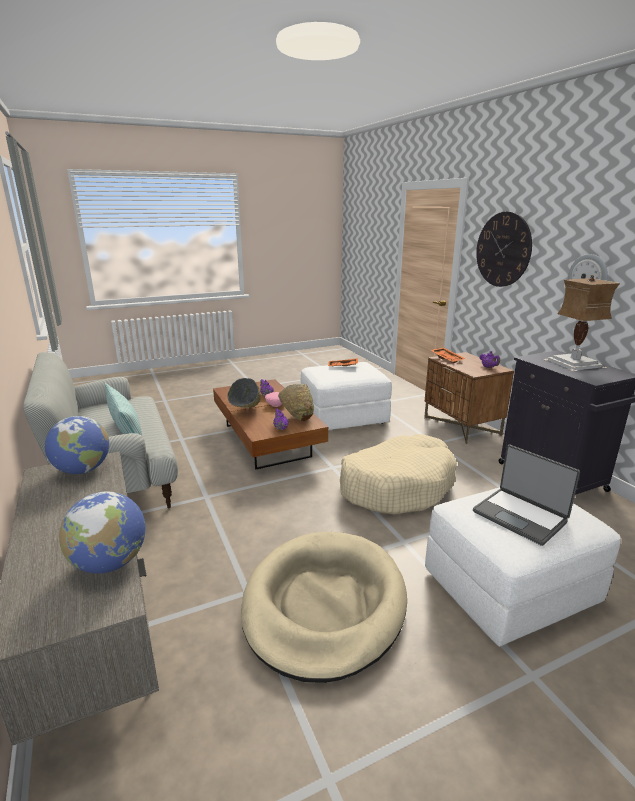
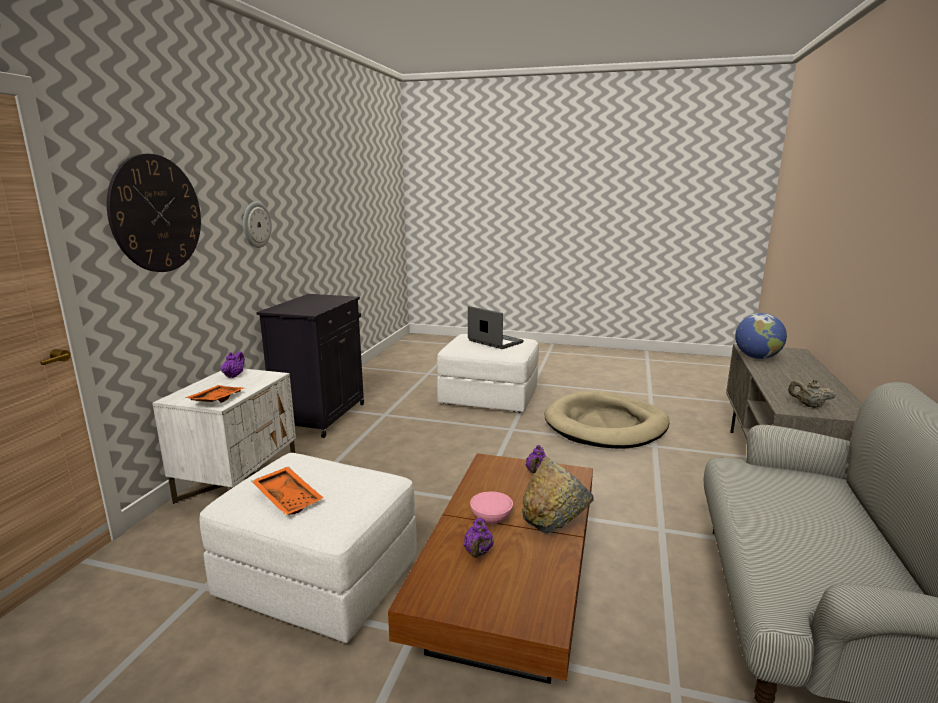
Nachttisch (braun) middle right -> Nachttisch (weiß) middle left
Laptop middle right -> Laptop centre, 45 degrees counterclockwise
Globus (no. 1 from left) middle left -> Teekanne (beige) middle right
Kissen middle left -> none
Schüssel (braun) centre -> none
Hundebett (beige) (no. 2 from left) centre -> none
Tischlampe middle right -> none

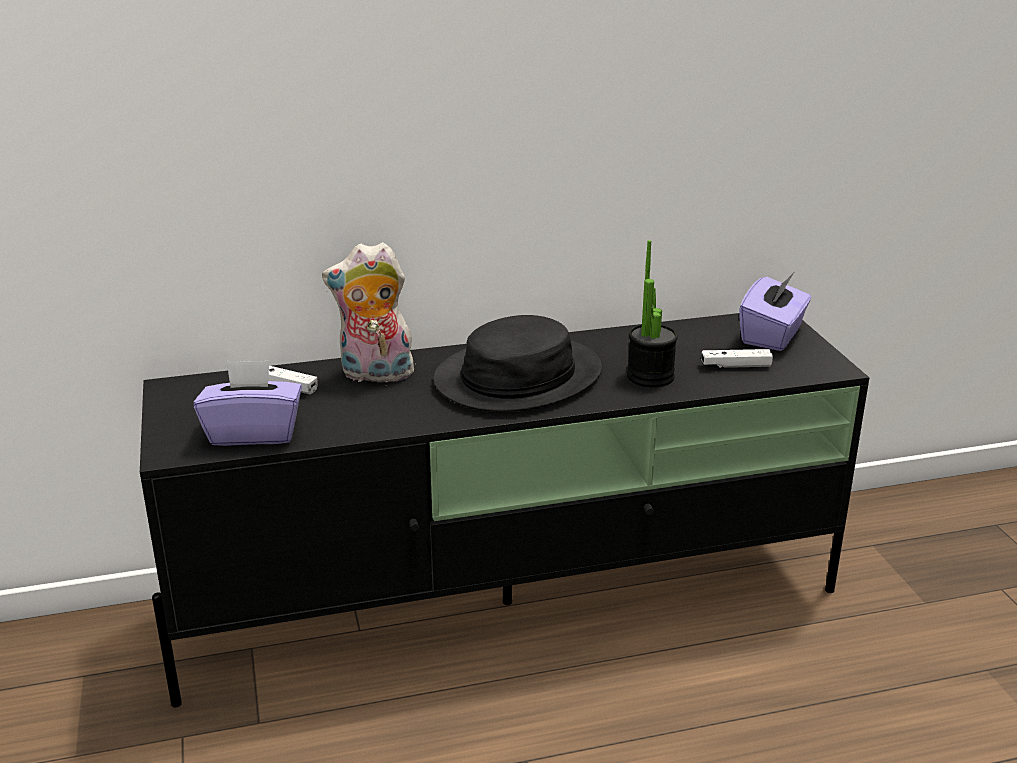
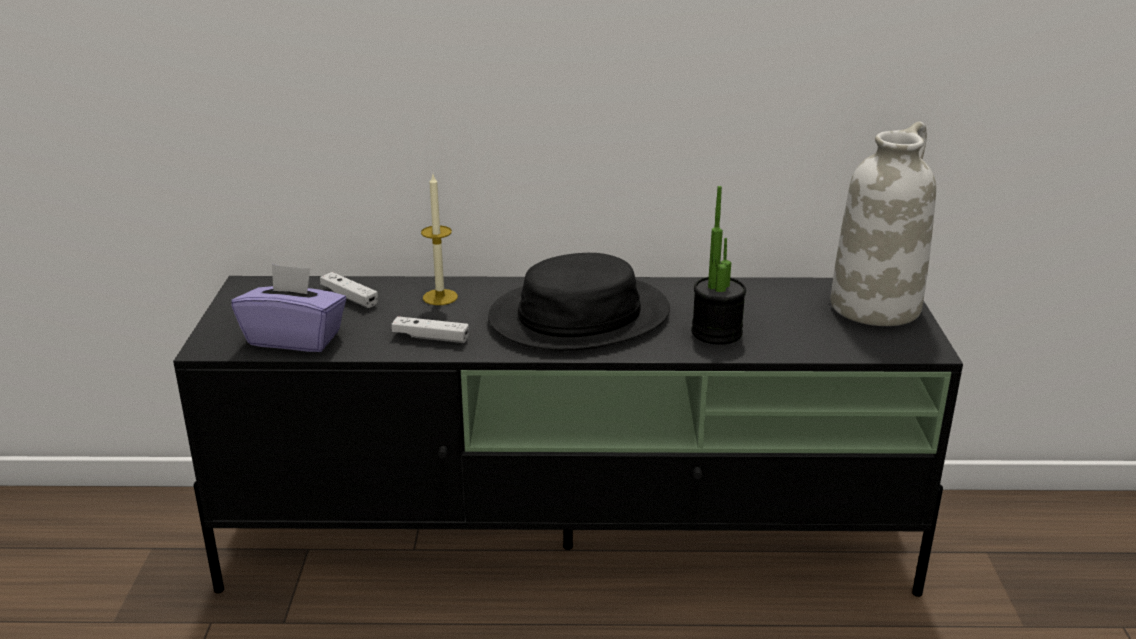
Gamepad (weiß) (no. 2 from left) middle right -> Gamepad (weiß) (no. 2 from left) centre, relocated
Plüschtier centre -> Kerze centre
Taschentuchbox (lila) (no. 2 from left) middle right -> Vase (weiß) middle right

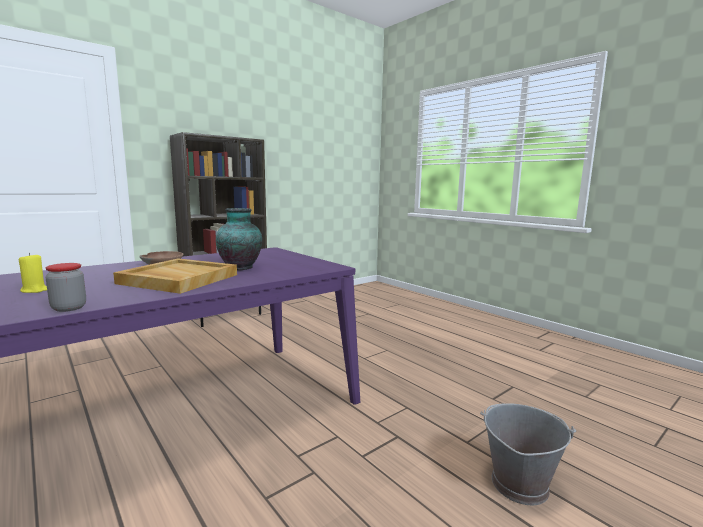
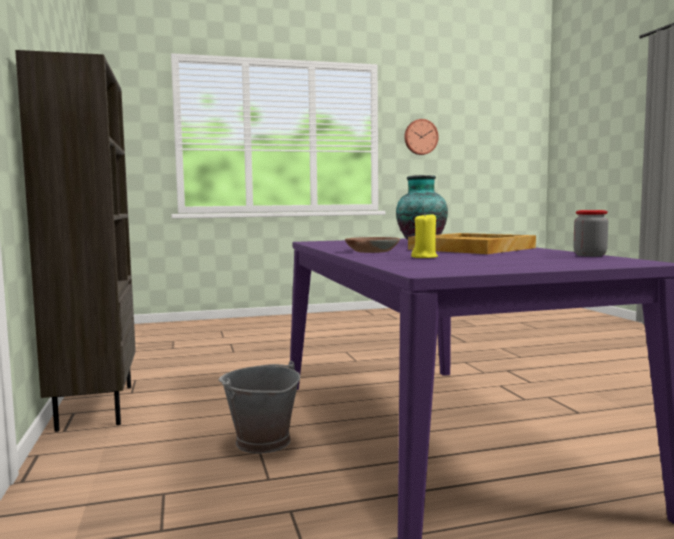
Eimer (grau) bottom right -> Eimer (grau) bottom centre, relocated
none -> Wanduhr top centre
Kerze (gelb) middle left -> Kerze (gelb) centre, relocated

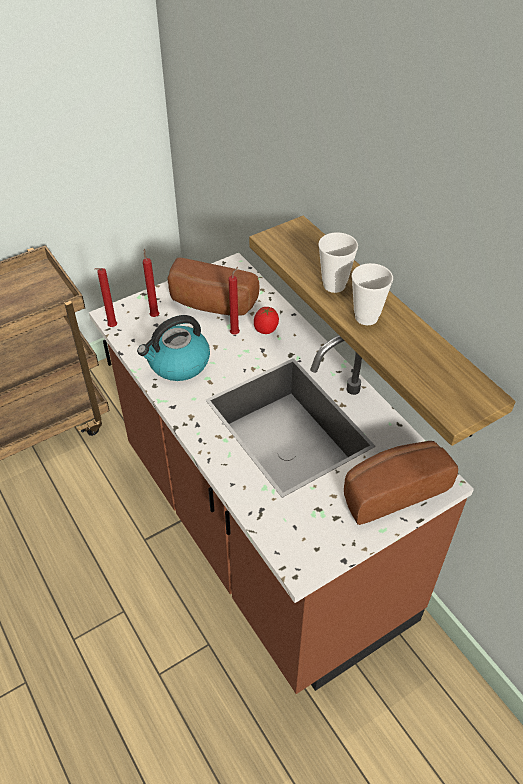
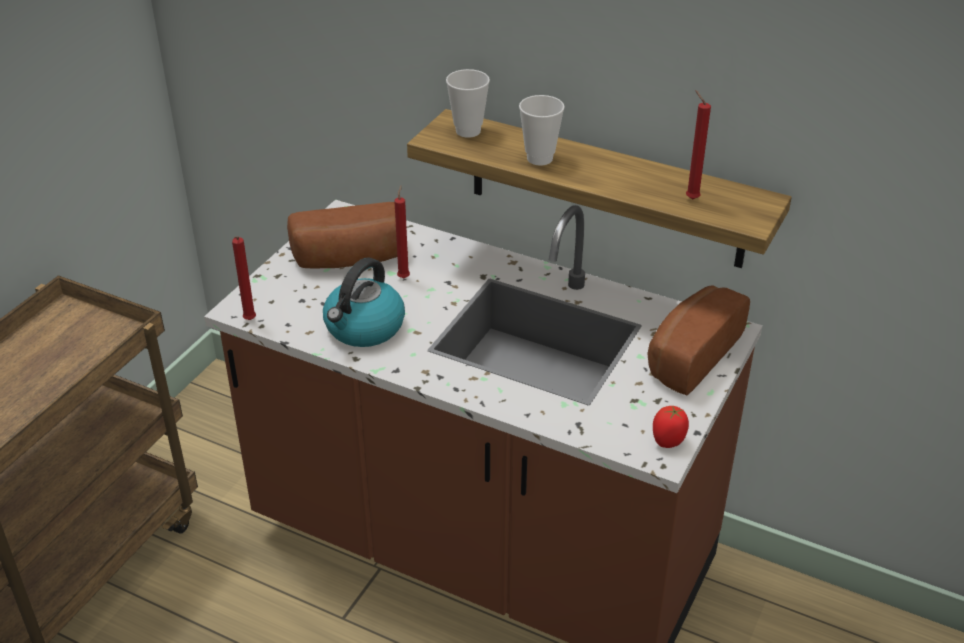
Tasse (no. 2 from left in the first image) middle right -> Tasse (no. 1 from left) top centre, relocated
Tomate centre -> Tomate middle right, relocated
Kerze (rot) (no. 2 from left in the first image) middle left -> Kerze (rot) (no. 3 from left) top right, relocated

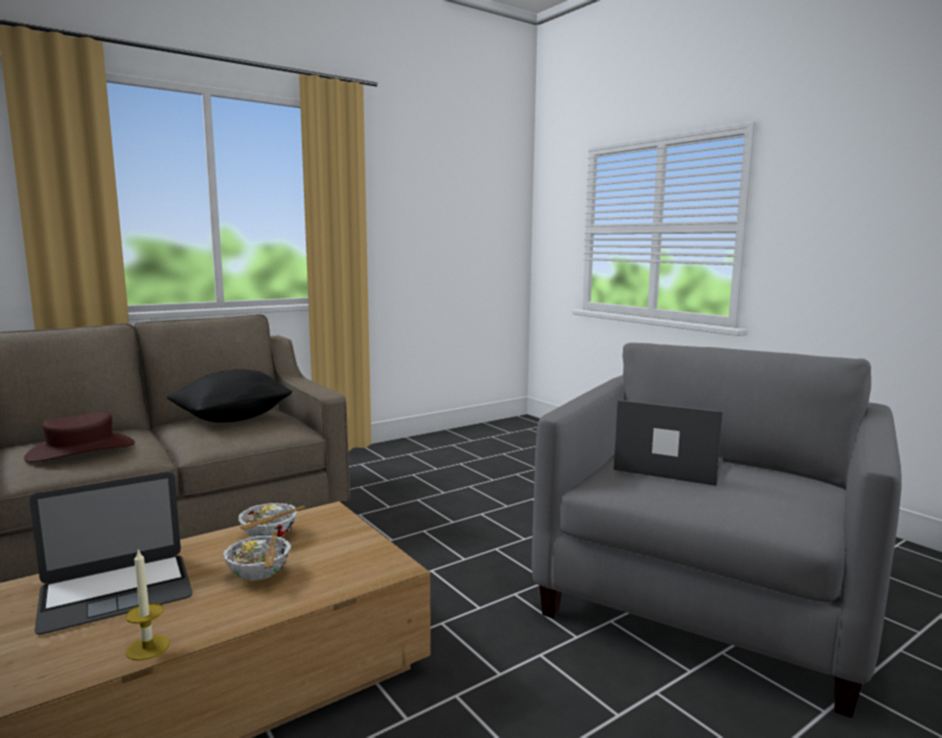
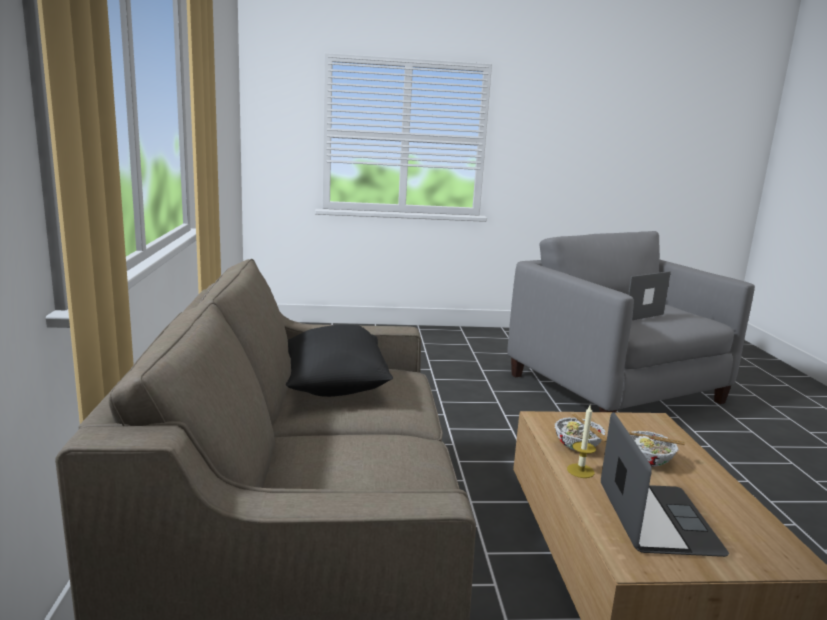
Kerze bottom left -> Kerze bottom right, relocated
Hut (braun) middle left -> none

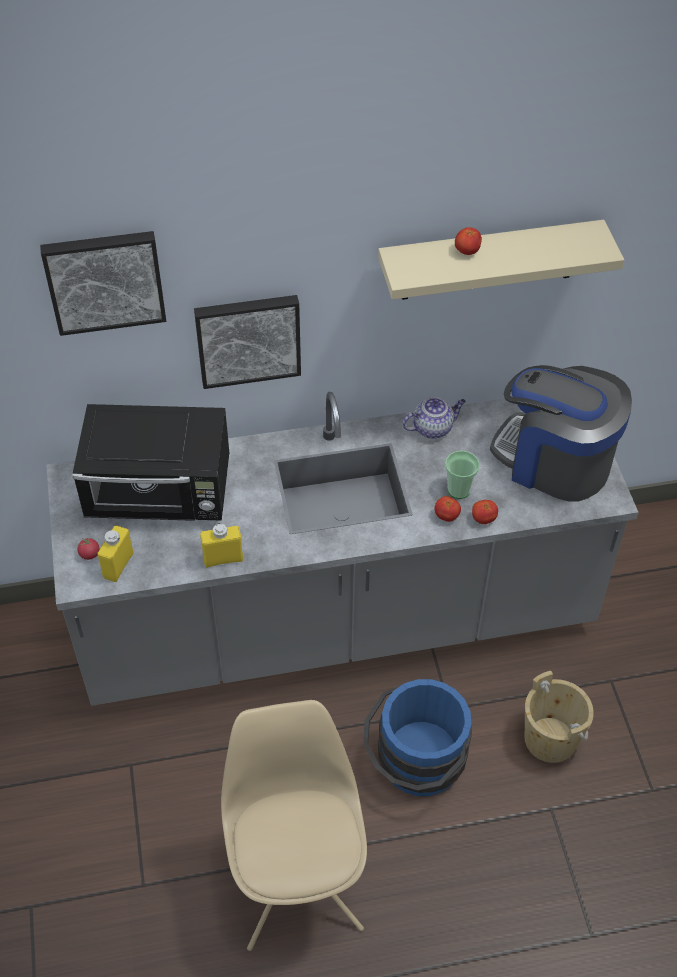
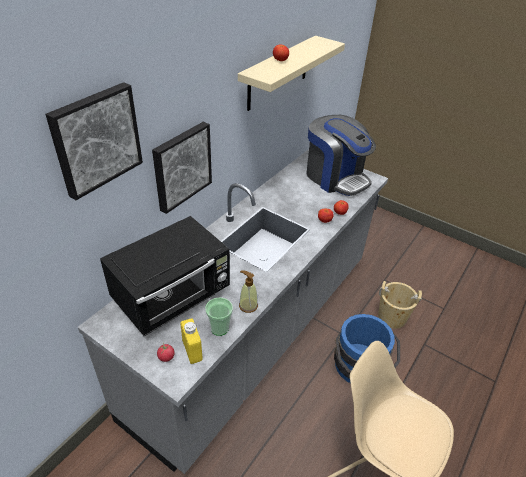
Tasse middle right -> Tasse centre, relocated
Flasche (gelb) (no. 2 from left) middle left -> Seifenspender centre
Kaffeemaschine middle right -> Kaffeemaschine top centre, 120 degrees counterclockwise
Teekanne centre -> none

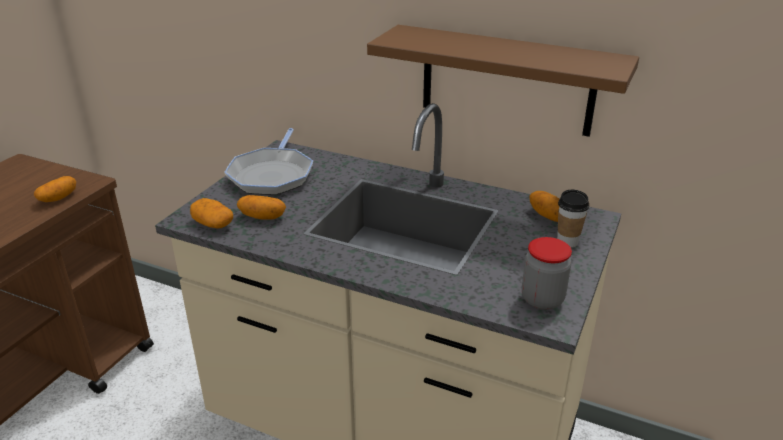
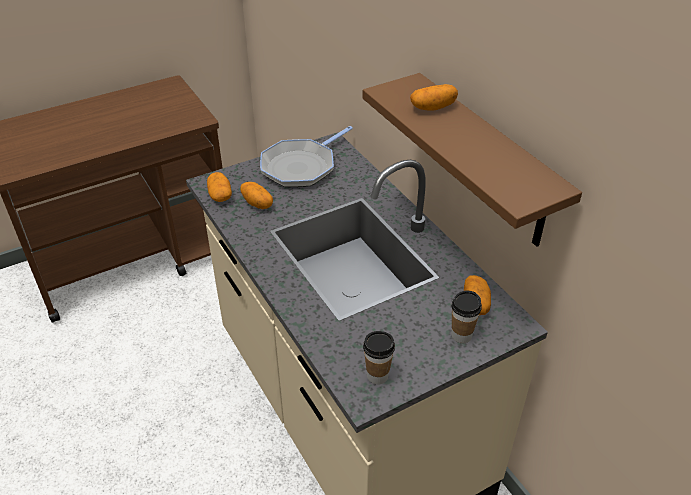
Vorratsglas middle right -> Tasse (no. 1 from left) bottom centre
Kartoffel (no. 1 from left in the first image) middle left -> Kartoffel (no. 3 from left) top centre, relocated

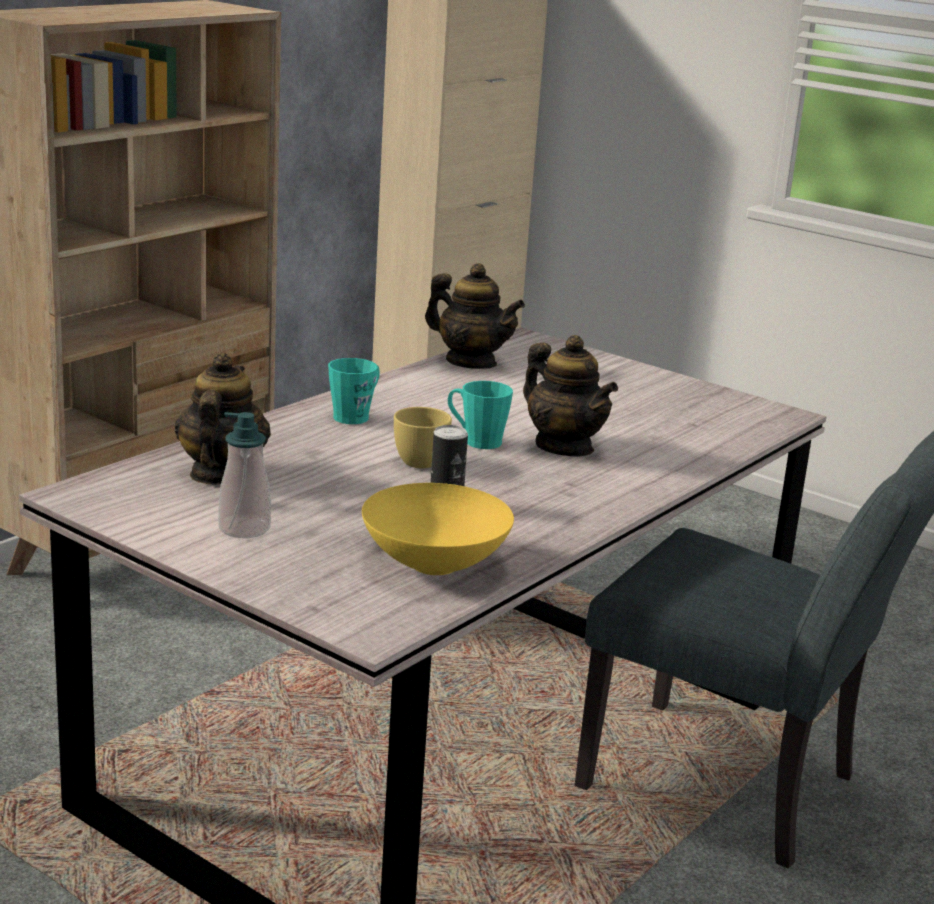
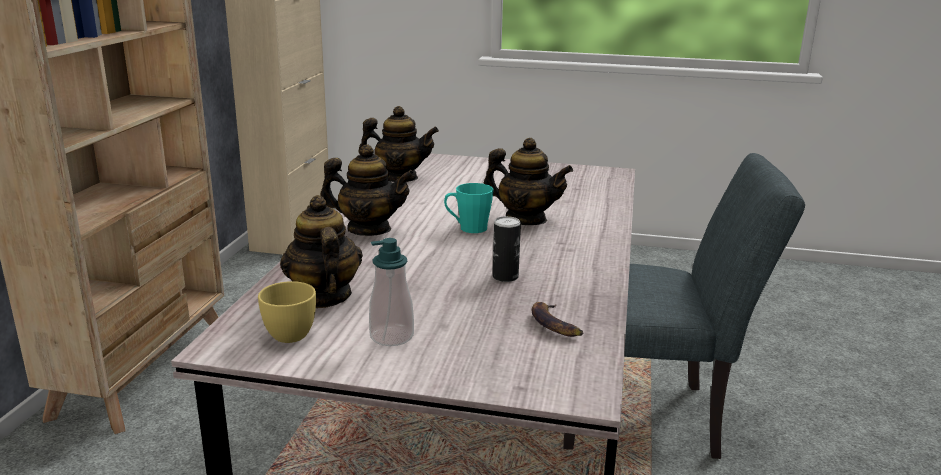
Tasse (gelb) centre -> Tasse (gelb) middle left, relocated
Henkelbecher (türkis) (no. 1 from left) centre -> Teekanne (no. 2 from left) centre
Schüssel (gelb) centre -> Banane bottom centre

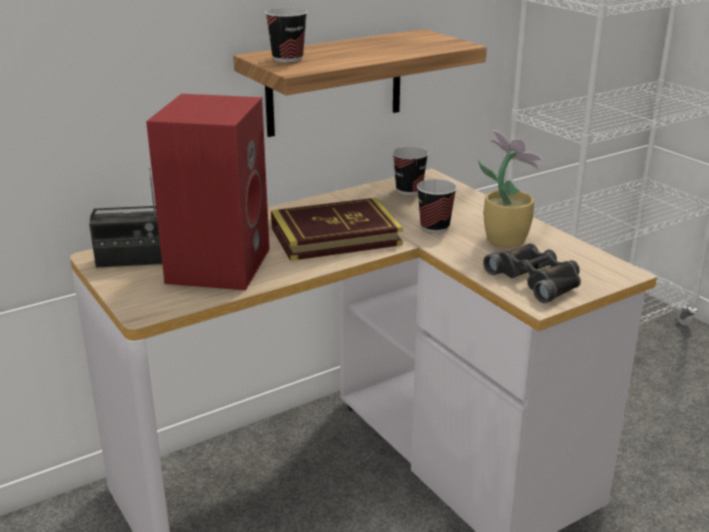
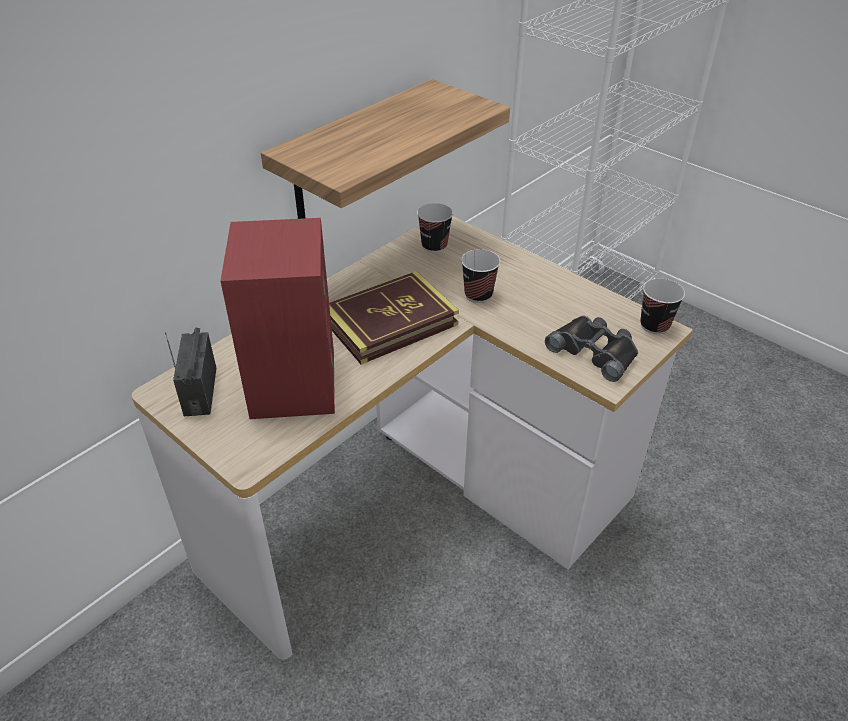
Radio middle left, 105 degrees clockwise
Tasse (no. 1 from left in the first image) top centre -> Tasse (no. 3 from left) middle right, relocated
Topfpflanze middle right -> none

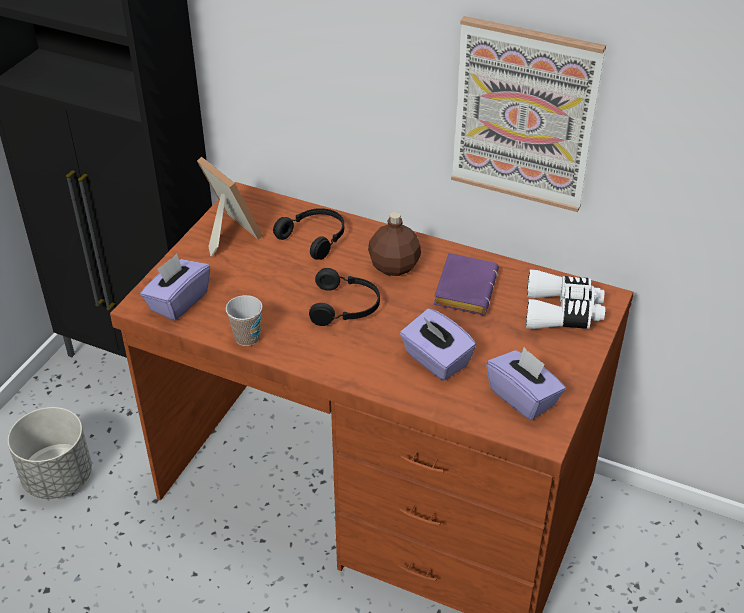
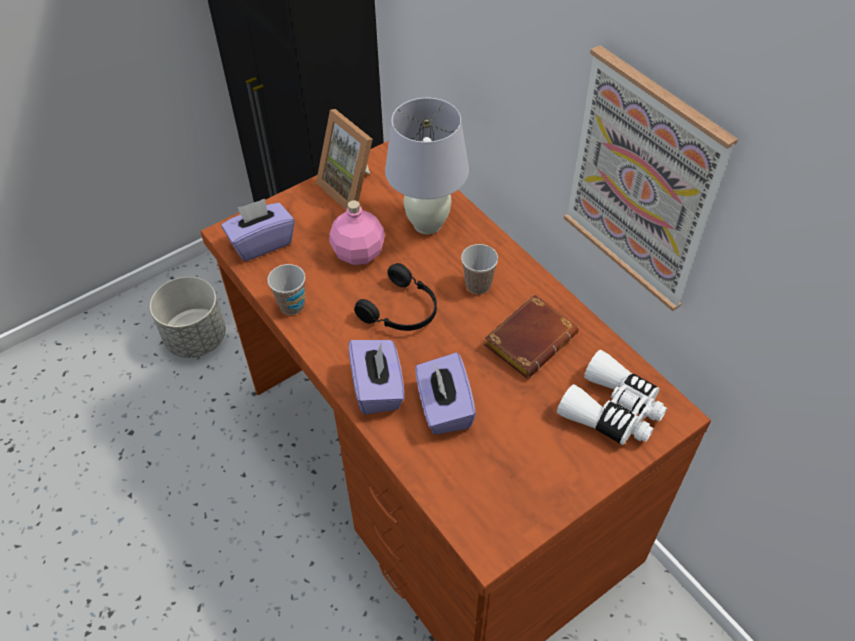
Bilderrahmen middle left -> Bilderrahmen top centre, 150 degrees clockwise
none -> Flasche (rosa) centre
Taschentuchbox (lila) (no. 3 from left in the first image) middle right -> Taschentuchbox (lila) (no. 2 from left) centre, relocated
Kopfhörer (schwarz) (no. 1 from left) centre -> Tischlampe (weiß) top centre
Flasche (braun) centre -> Tasse (no. 2 from left) centre
Buch (lila) centre -> Buch (braun) centre

